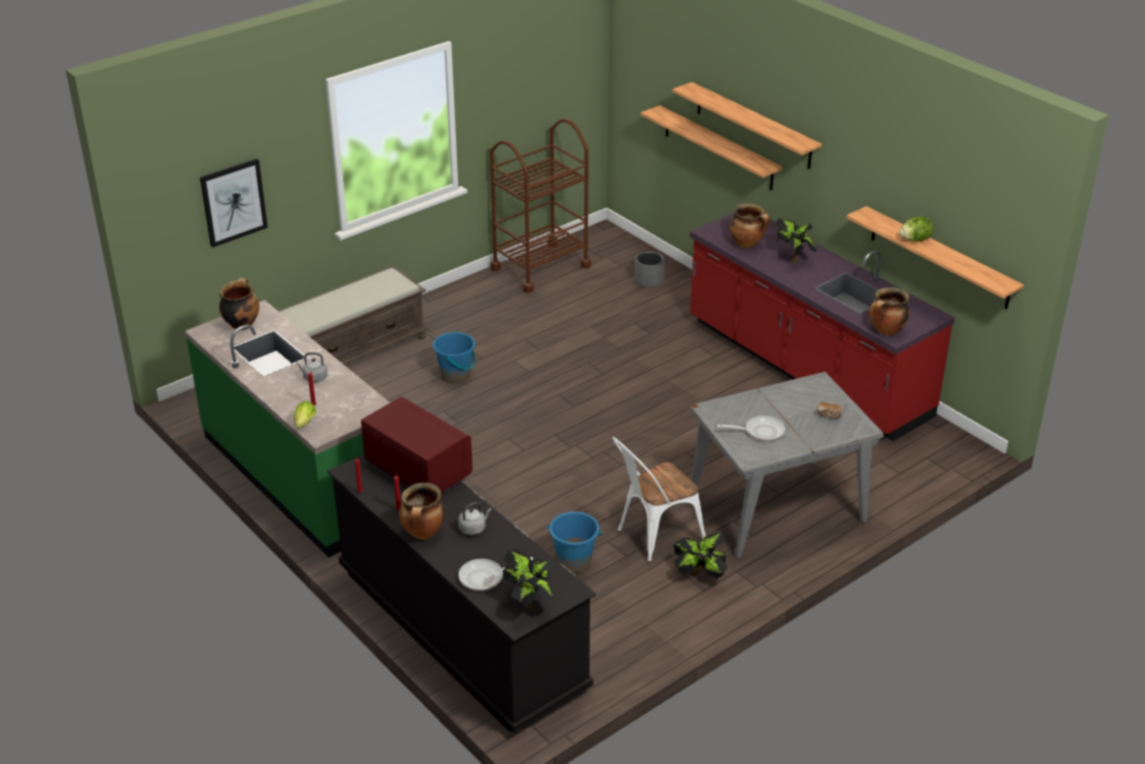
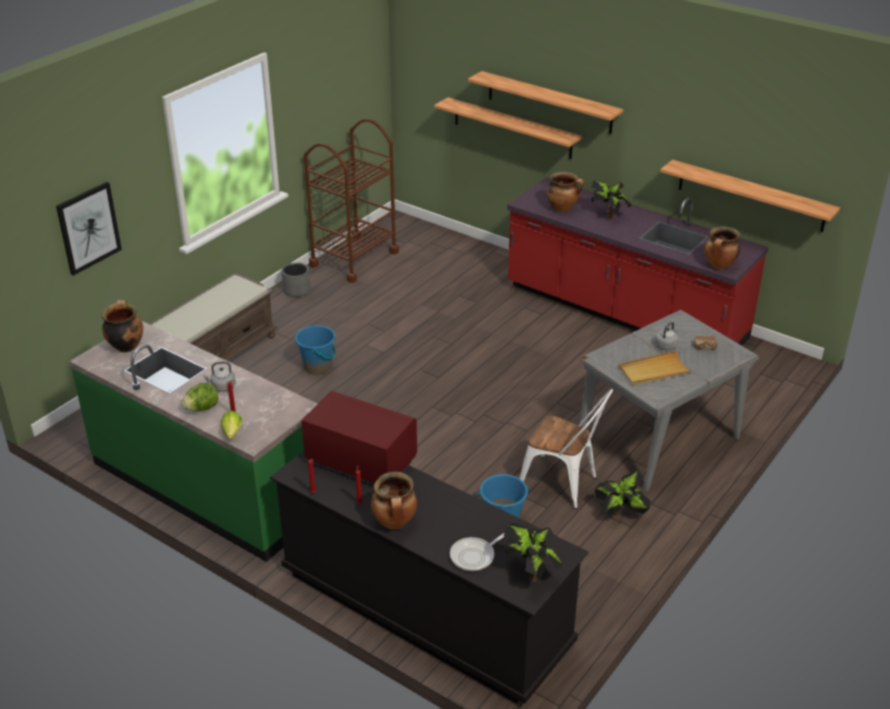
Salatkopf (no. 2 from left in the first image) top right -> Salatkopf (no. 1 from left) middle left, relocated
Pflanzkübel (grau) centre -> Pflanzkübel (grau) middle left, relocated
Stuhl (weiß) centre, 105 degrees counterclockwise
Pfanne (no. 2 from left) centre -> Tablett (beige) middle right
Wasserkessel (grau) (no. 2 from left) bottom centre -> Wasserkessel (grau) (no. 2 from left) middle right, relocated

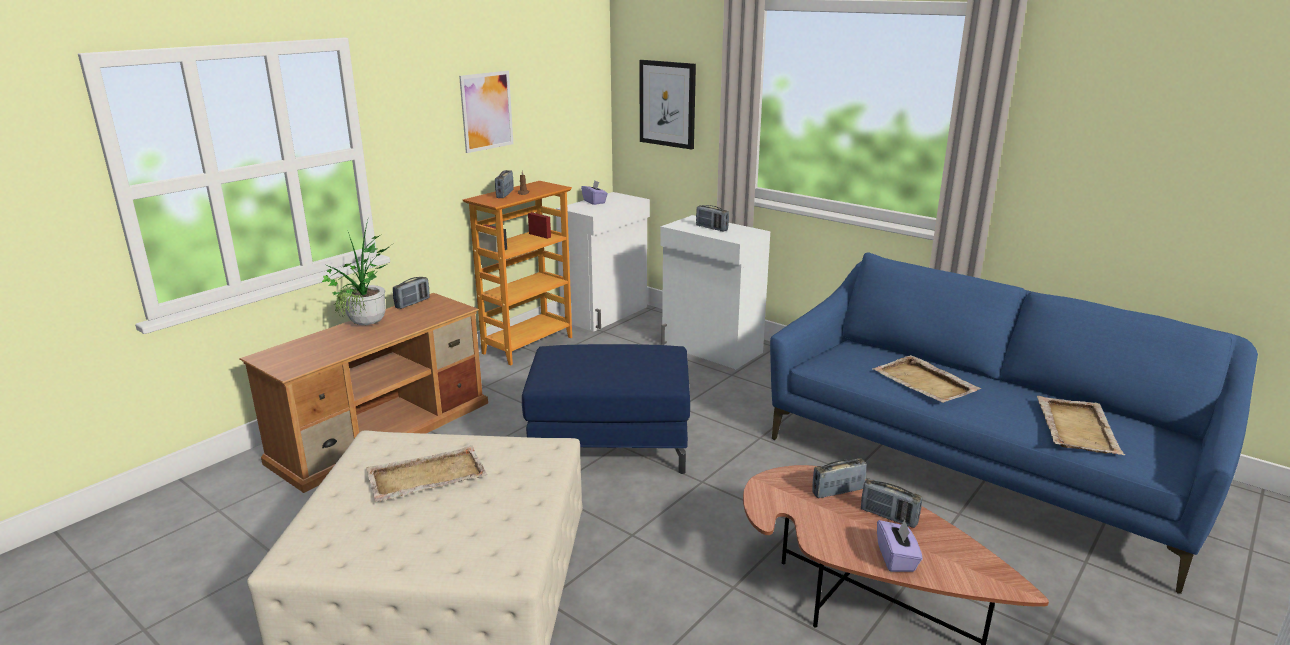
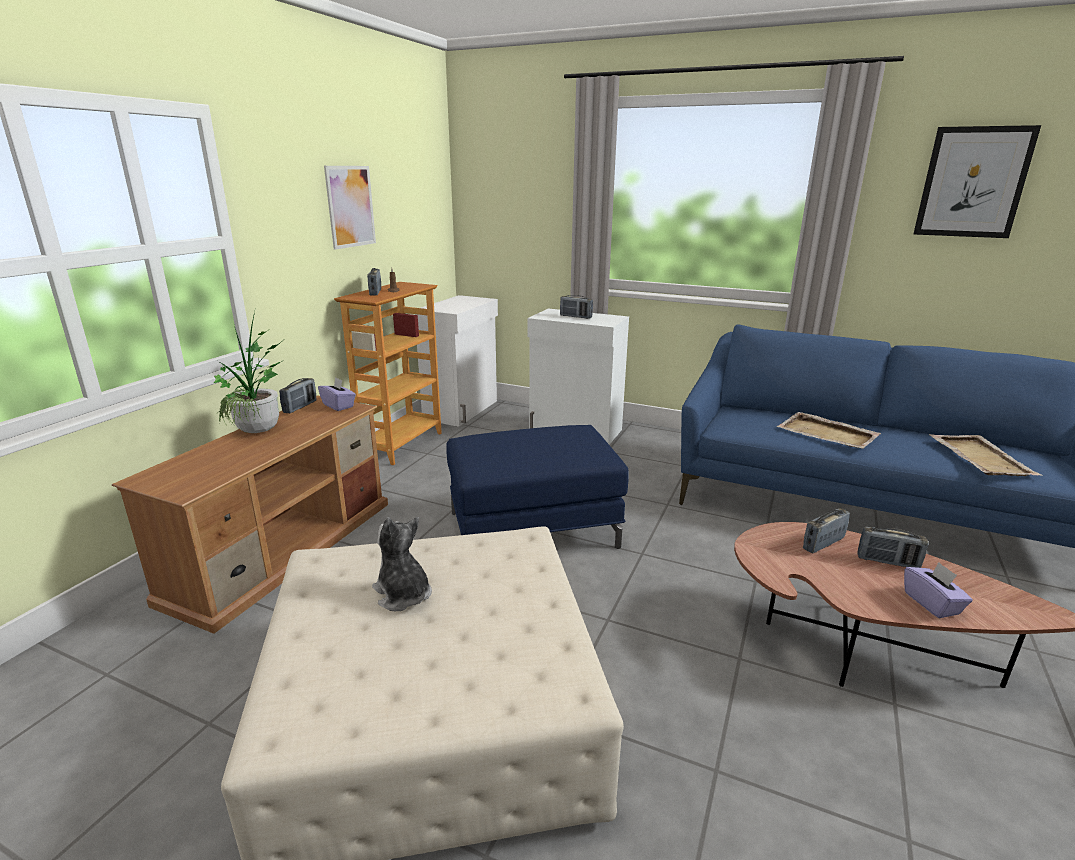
Taschentuchbox (lila) (no. 1 from left) top centre -> Taschentuchbox (lila) (no. 1 from left) middle left, relocated
Tablett (beige) (no. 1 from left) bottom left -> Plüschtier centre
Bild (no. 2 from left) top centre -> Bild (no. 2 from left) top right, relocated

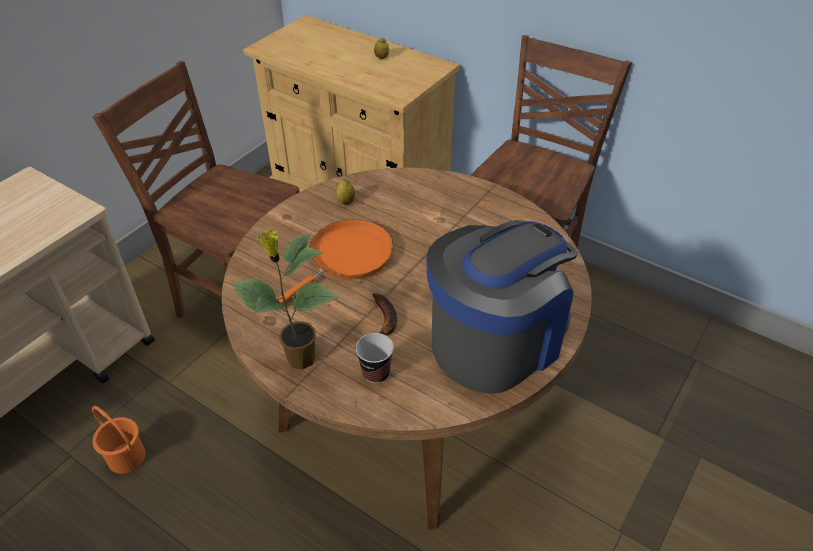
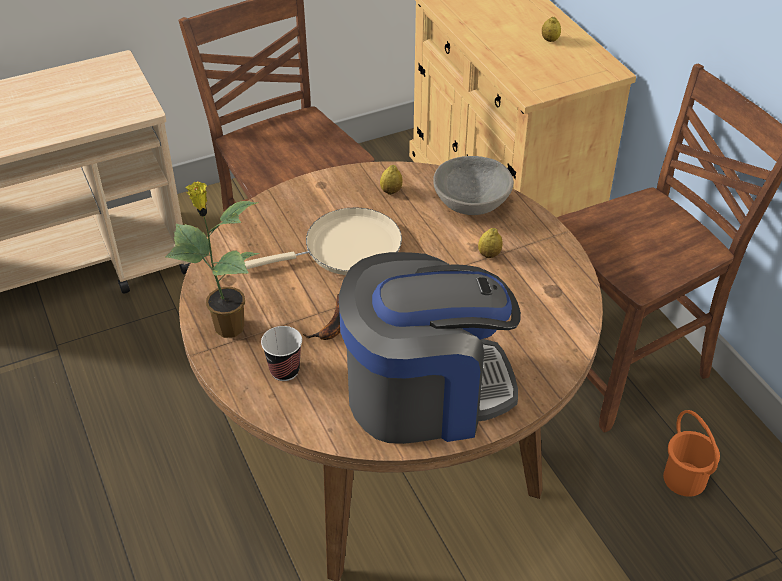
Pfanne (orange) centre -> Pfanne (beige) centre
none -> Schüssel (grau) top centre
none -> Zitrone (no. 2 from left) centre
Eimer (orange) bottom left -> Eimer (orange) bottom right, relocated

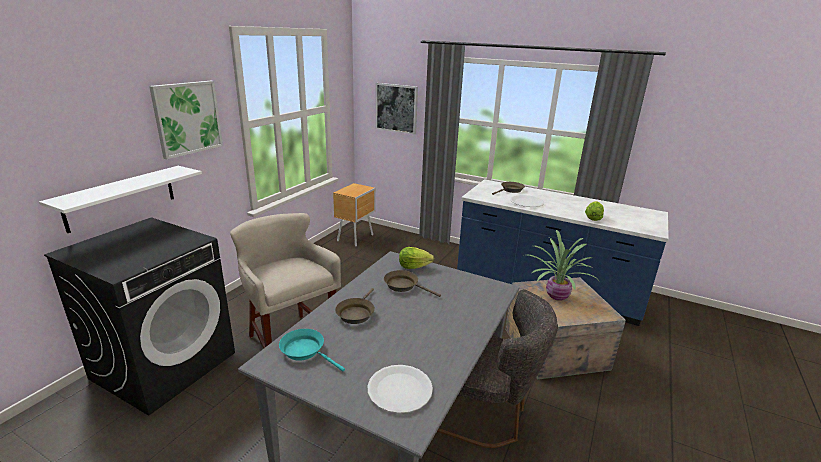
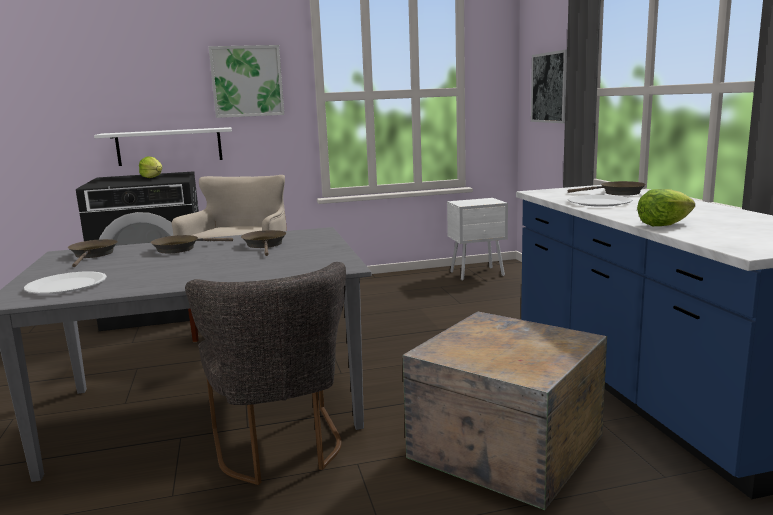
Pfanne (türkis) bottom centre -> Pfanne (braun) (no. 1 from left) middle left
Salatkopf (no. 1 from left) centre -> Salatkopf (no. 1 from left) top left, relocated
Nachttisch (braun) centre -> Nachttisch (weiß) centre
Topfpflanze middle right -> none

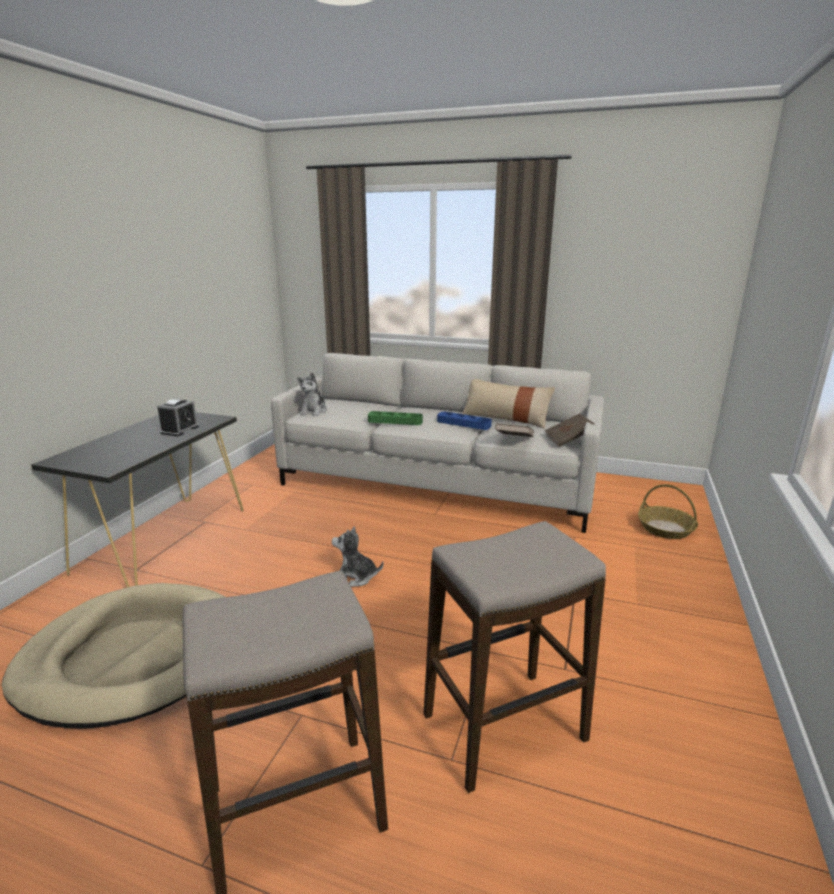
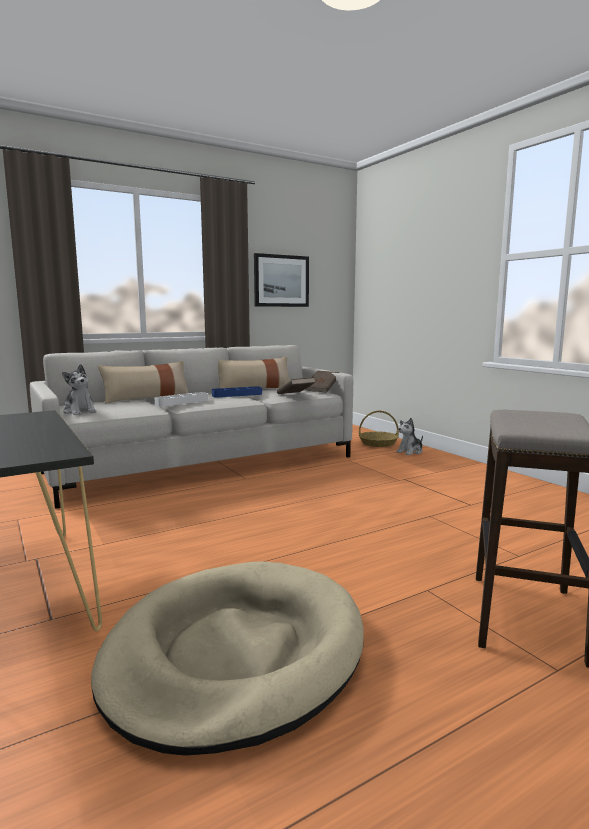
none -> Kissen (beige) (no. 1 from left) middle left
Tablett (grün) centre -> Tablett (weiß) middle left
none -> Bild centre
Plüschtier (no. 2 from left) centre -> Plüschtier (no. 2 from left) middle right, relocated
Wecker middle left -> none
Hocker (no. 2 from left) bottom centre -> none

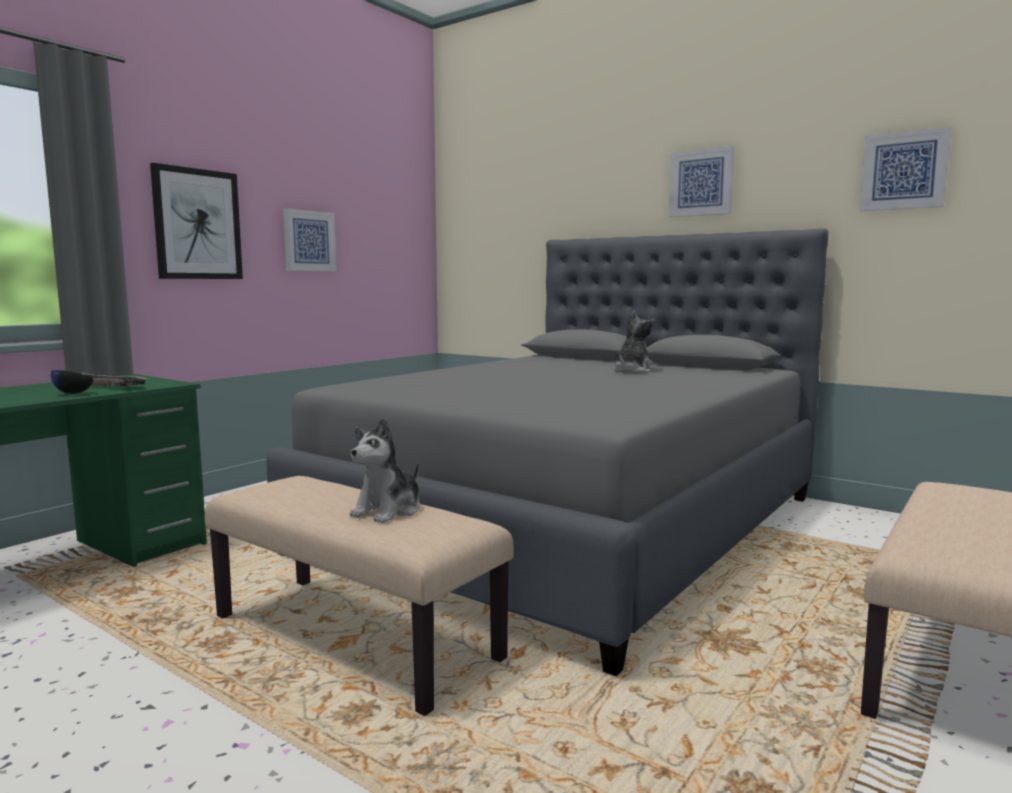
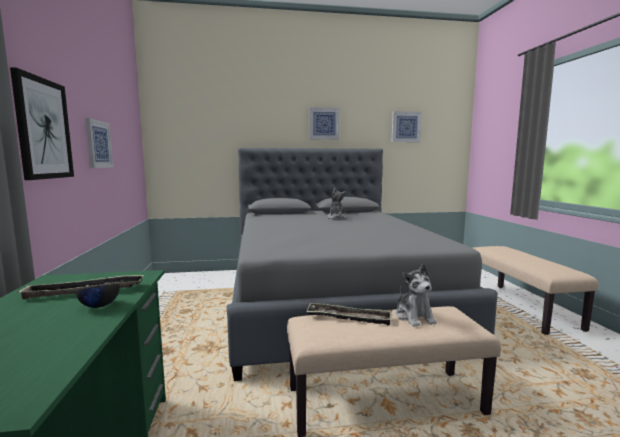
none -> Tablett (no. 2 from left) bottom centre

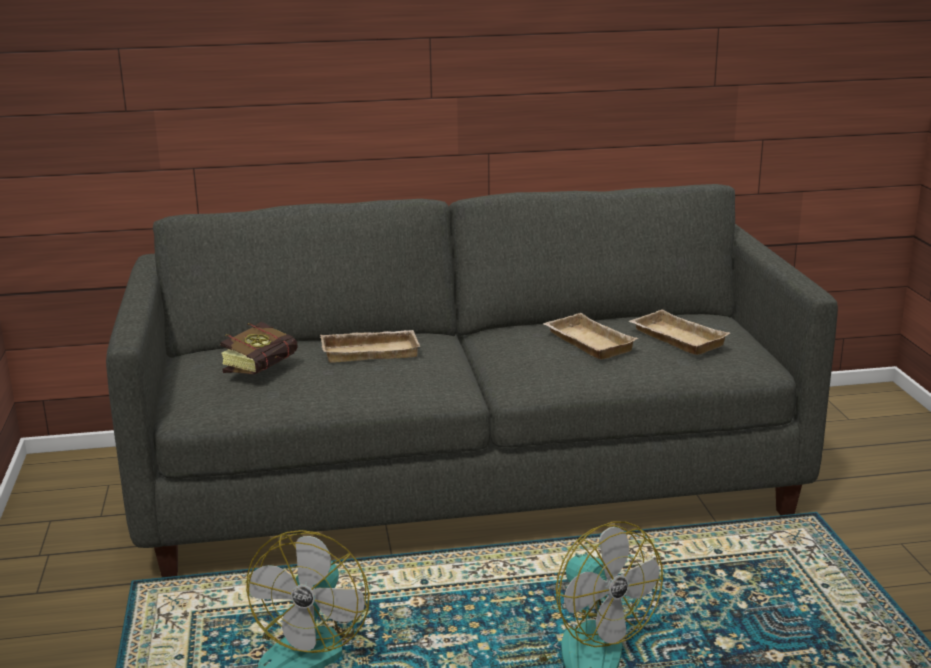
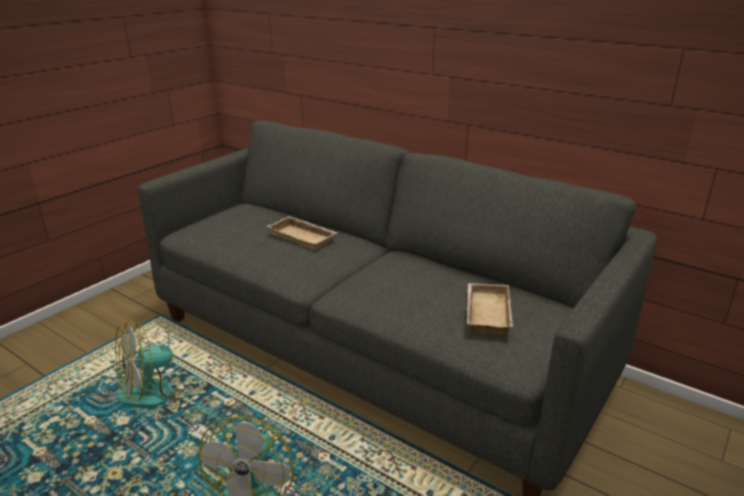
Buch middle left -> none
Tablett (beige) (no. 2 from left) centre -> none

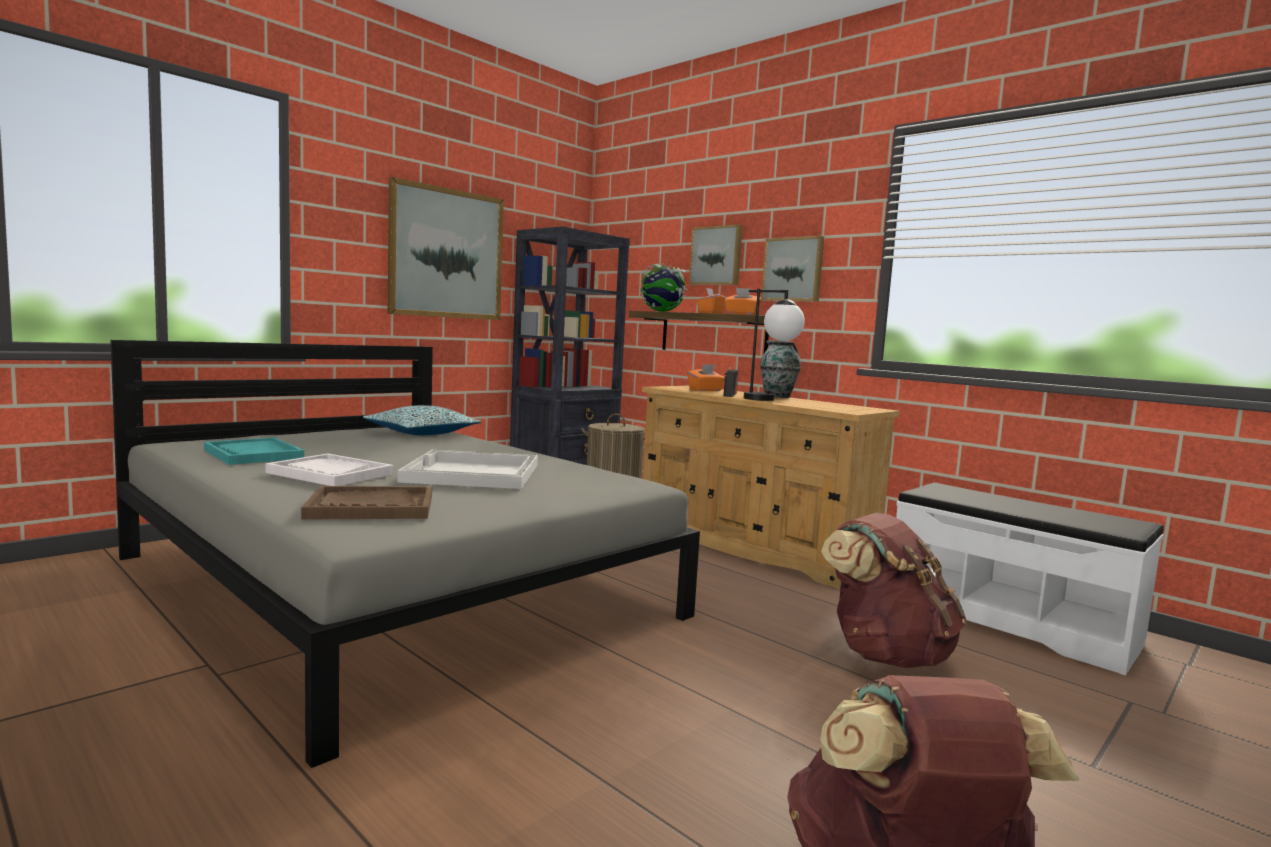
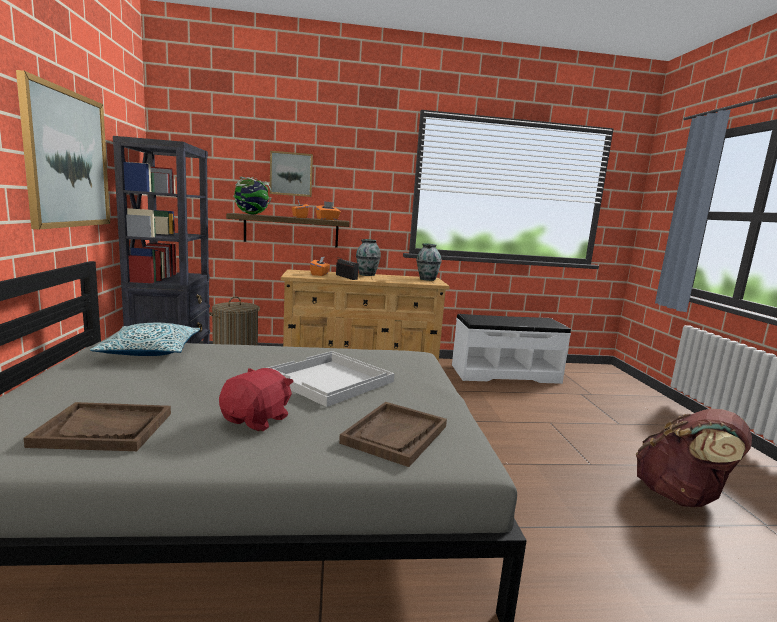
Tablett (türkis) middle left -> Tablett (braun) (no. 1 from left) bottom left
Tablett (weiß) (no. 1 from left) middle left -> Plüschtier (rot) middle left
none -> Vase (no. 2 from left) centre
Tischlampe centre -> none
Bild (no. 3 from left) top centre -> none
Rucksack (braun) (no. 1 from left) bottom right -> none

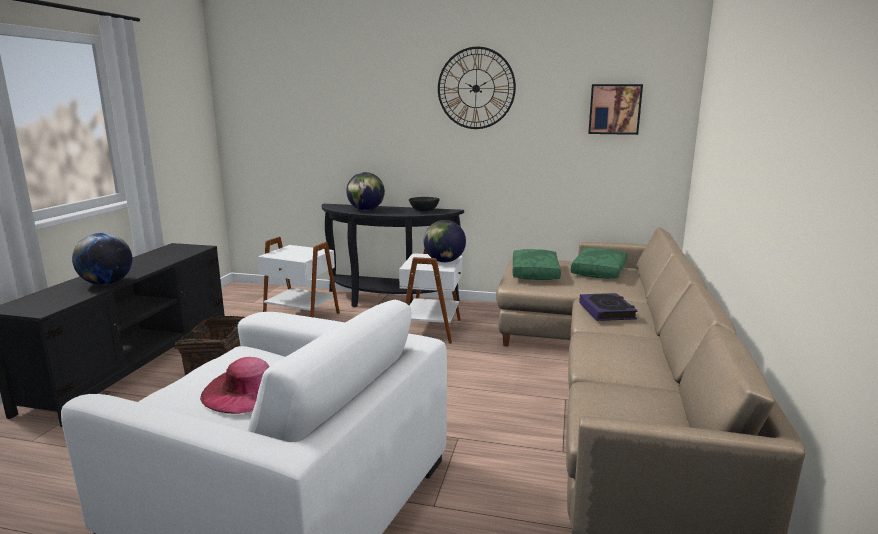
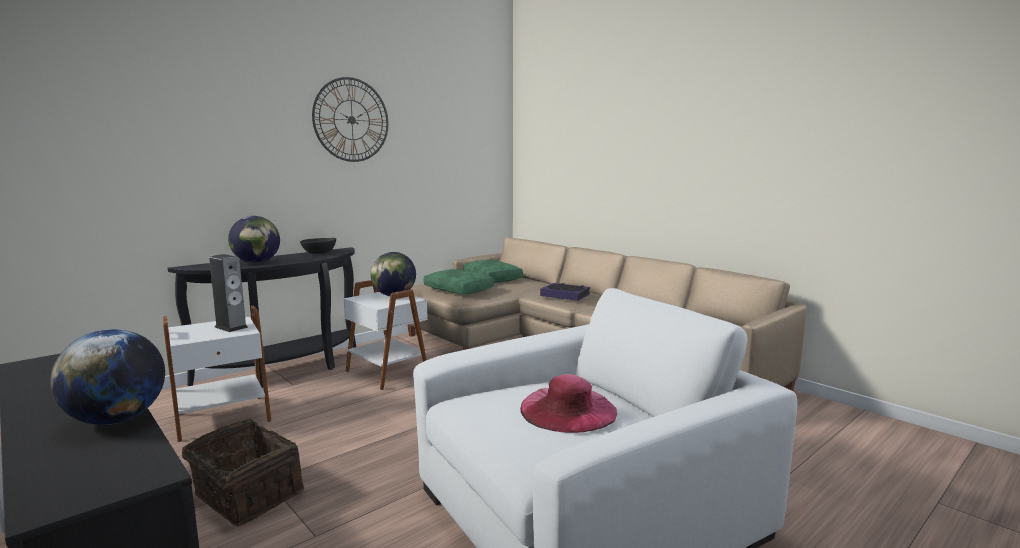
none -> Lautsprecher middle left
Bild top right -> none

